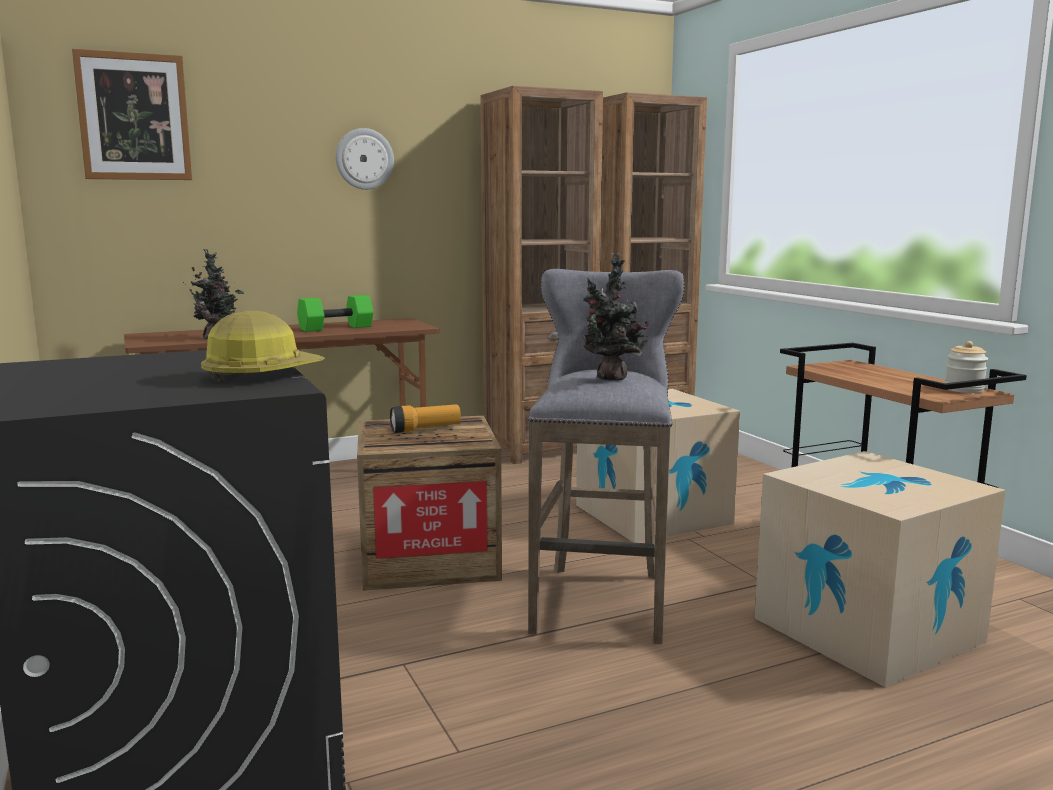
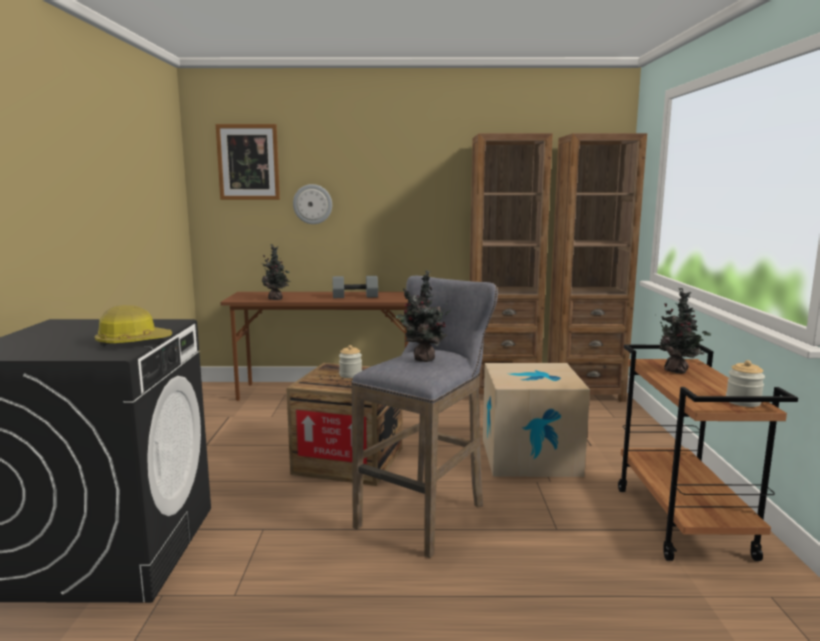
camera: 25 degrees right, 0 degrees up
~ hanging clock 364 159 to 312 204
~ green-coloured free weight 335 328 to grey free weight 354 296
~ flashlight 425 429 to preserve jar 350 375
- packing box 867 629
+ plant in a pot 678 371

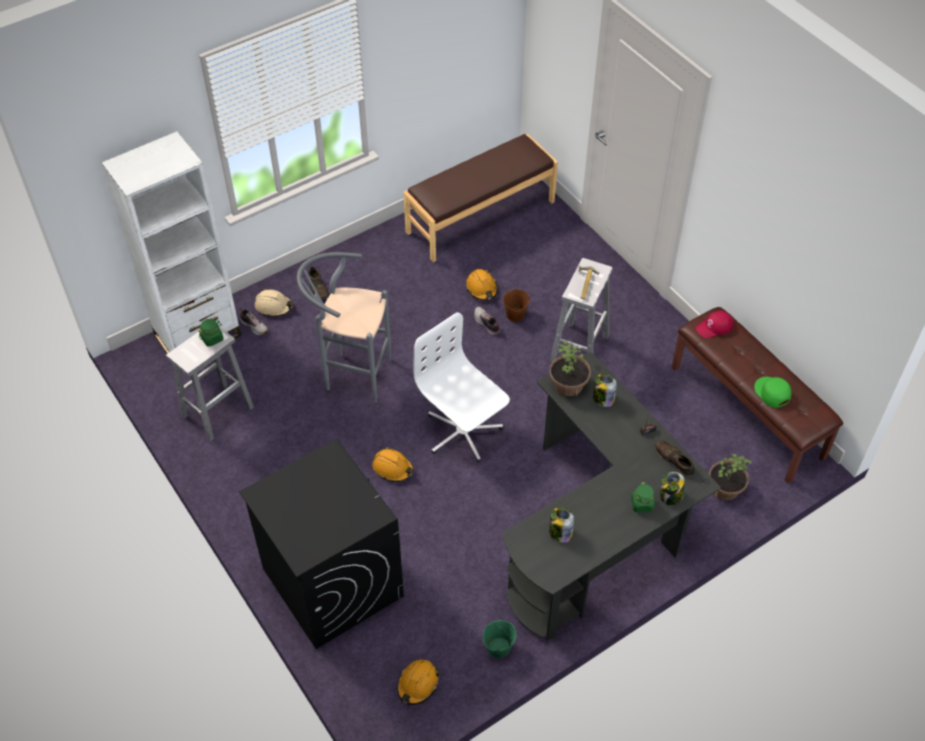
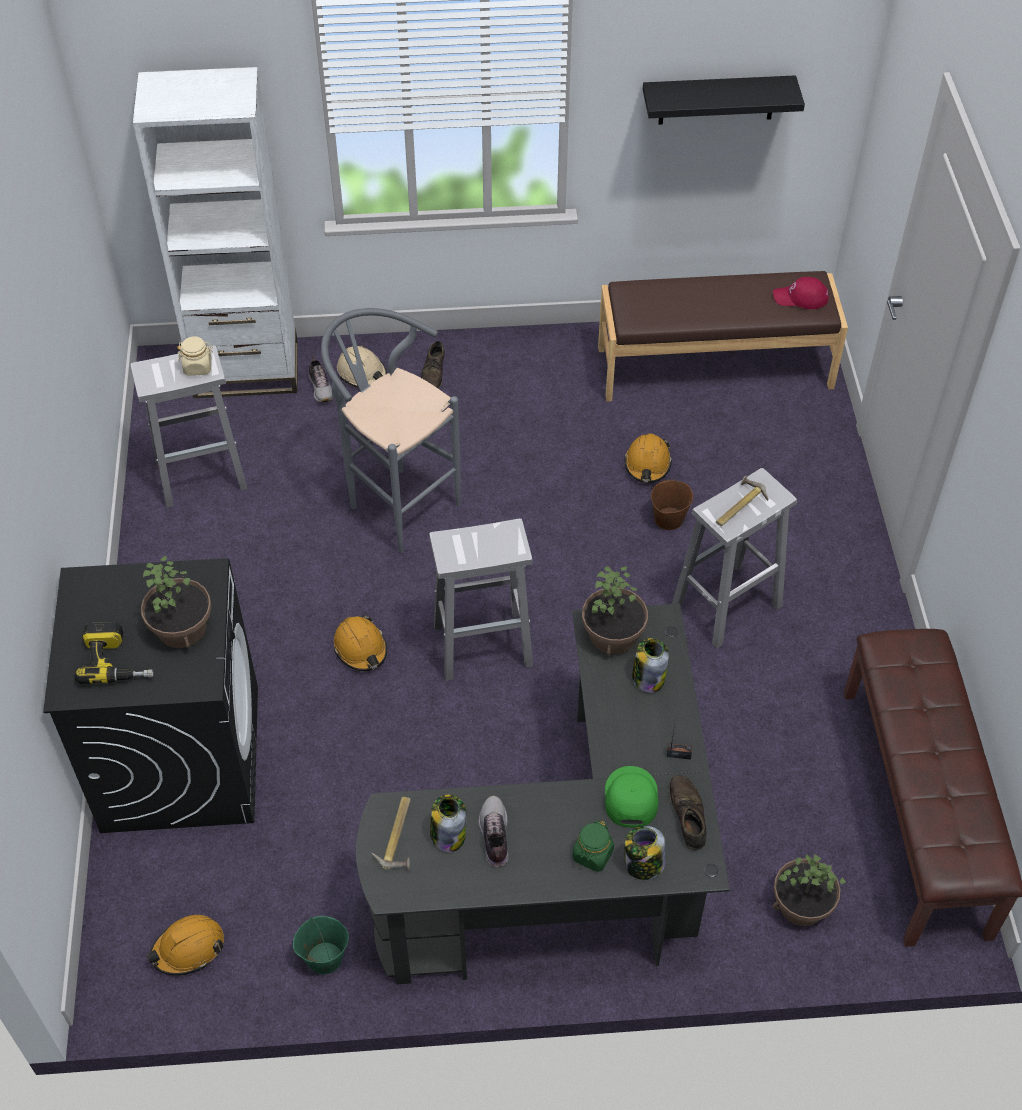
camera: 30 degrees right, 0 degrees up
~ item of footwear 486 324 to 494 836
~ reddish baseball cap 714 327 to 800 298
~ whitish computer chair 462 432 to whitish stool seat 484 644
~ green-coloured preserve jar 212 338 to beige-coloured preserve jar 198 367
~ green-coloured baseball cap 771 393 to 630 798
+ black bracket shelf 717 100
+ plant in a pot 182 628
+ power drill 118 660
+ hammer 400 836

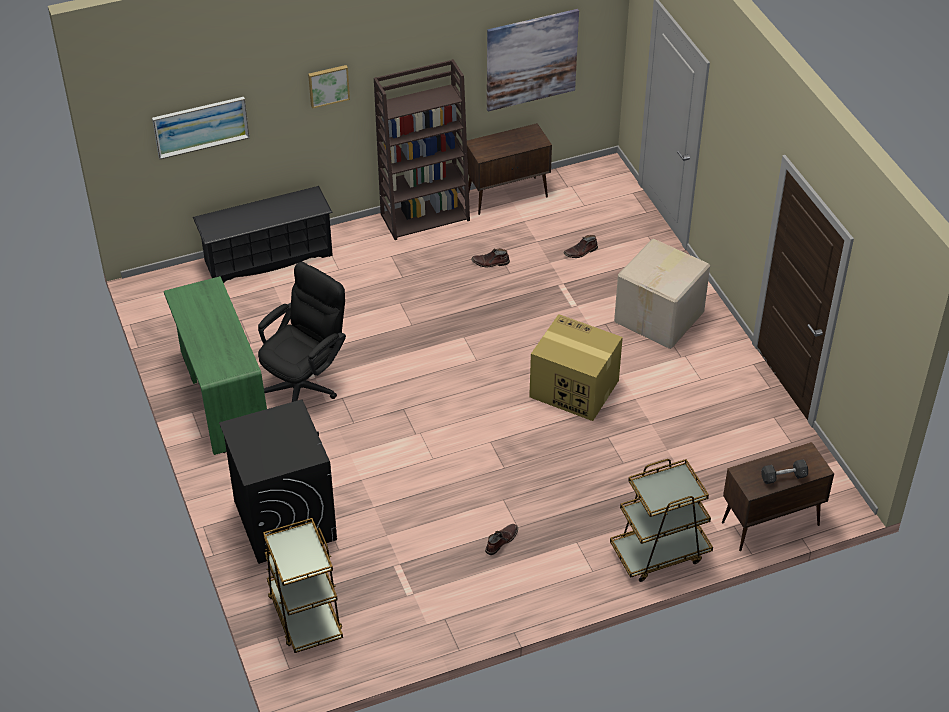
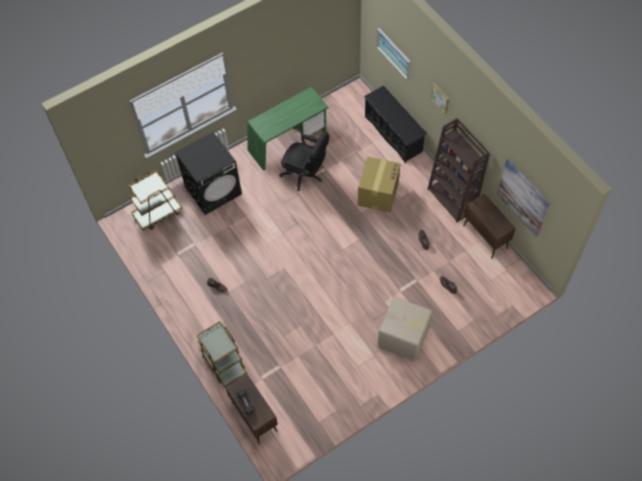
camera: 80 degrees right, 15 degrees up
~ packing box 573 388 to 378 193

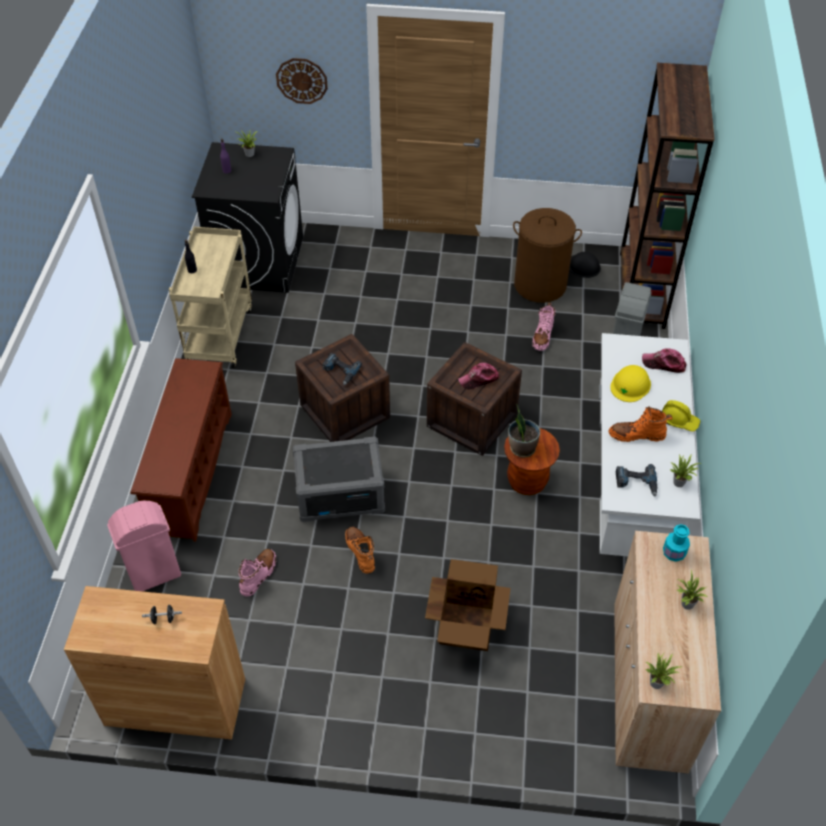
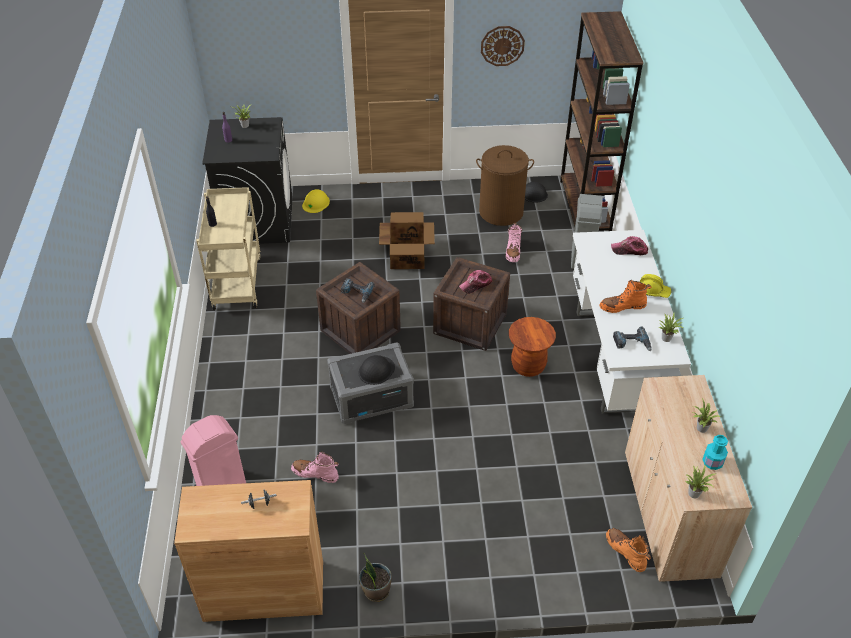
camera: 10 degrees left, 5 degrees down
~ hanging clock 302 80 to 502 45
- brown-coloured shoe rack 190 472
~ yellow-coloured hard hat 630 385 to 316 203
~ plant in a pot 522 448 to 376 591
~ blue-green drink bottle 674 553 to 712 462
~ orangey high-top boot 360 552 to 626 552
~ pink high-top boot 258 575 = 315 473 90 degrees counterclockwise
~ packing box 467 625 to 407 257
+ black hard hat 376 370

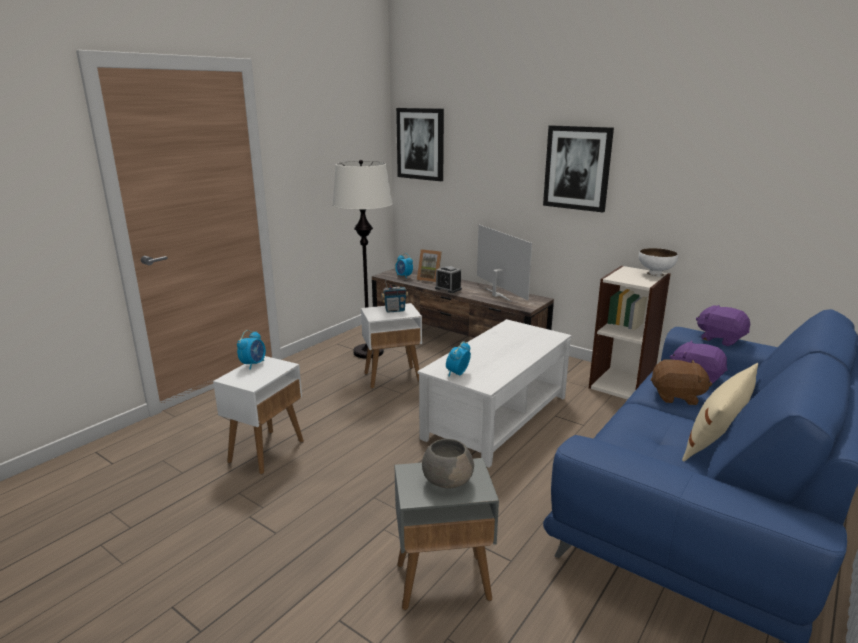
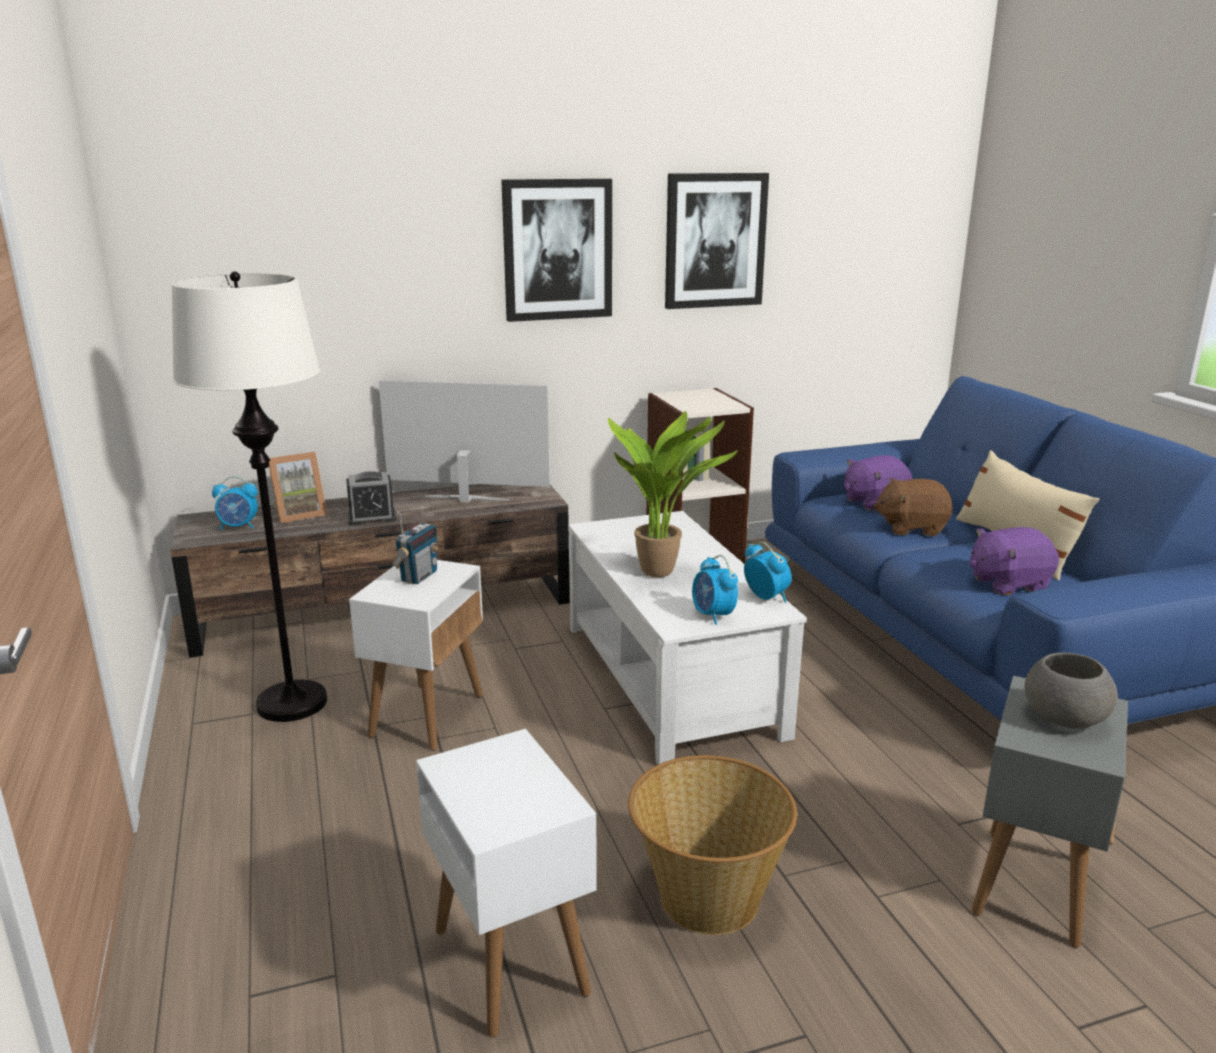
camera: 55 degrees left, 0 degrees up
~ wall picture 420 144 to 714 241
- whitish deep dish 655 274
~ purple soft toy 720 339 to 1007 584
~ bedside clock 253 364 to 766 597
~ brown-coloured soft toy 677 397 = 911 528 135 degrees counterclockwise
+ plant in a pot 662 571
+ household basket 707 898

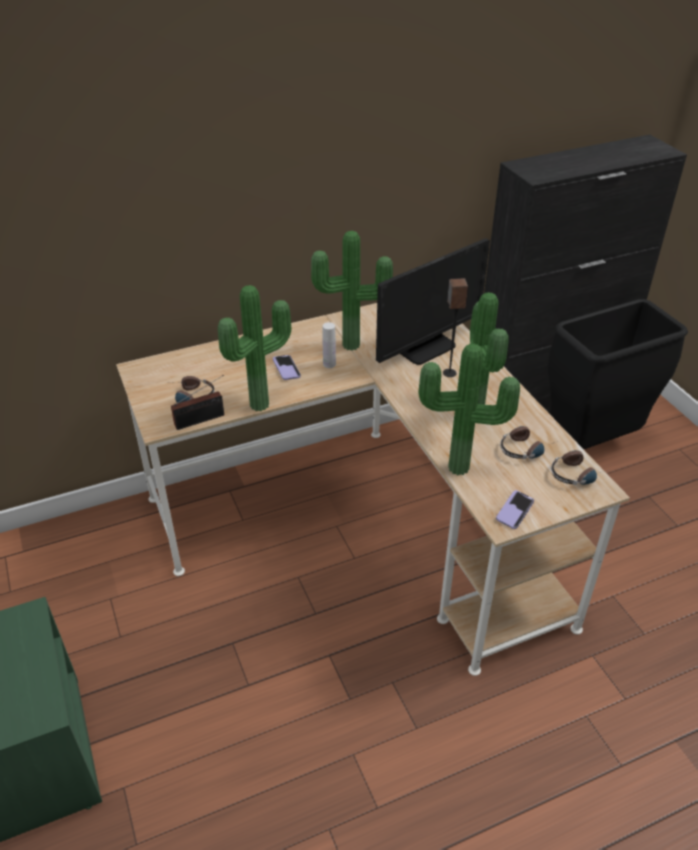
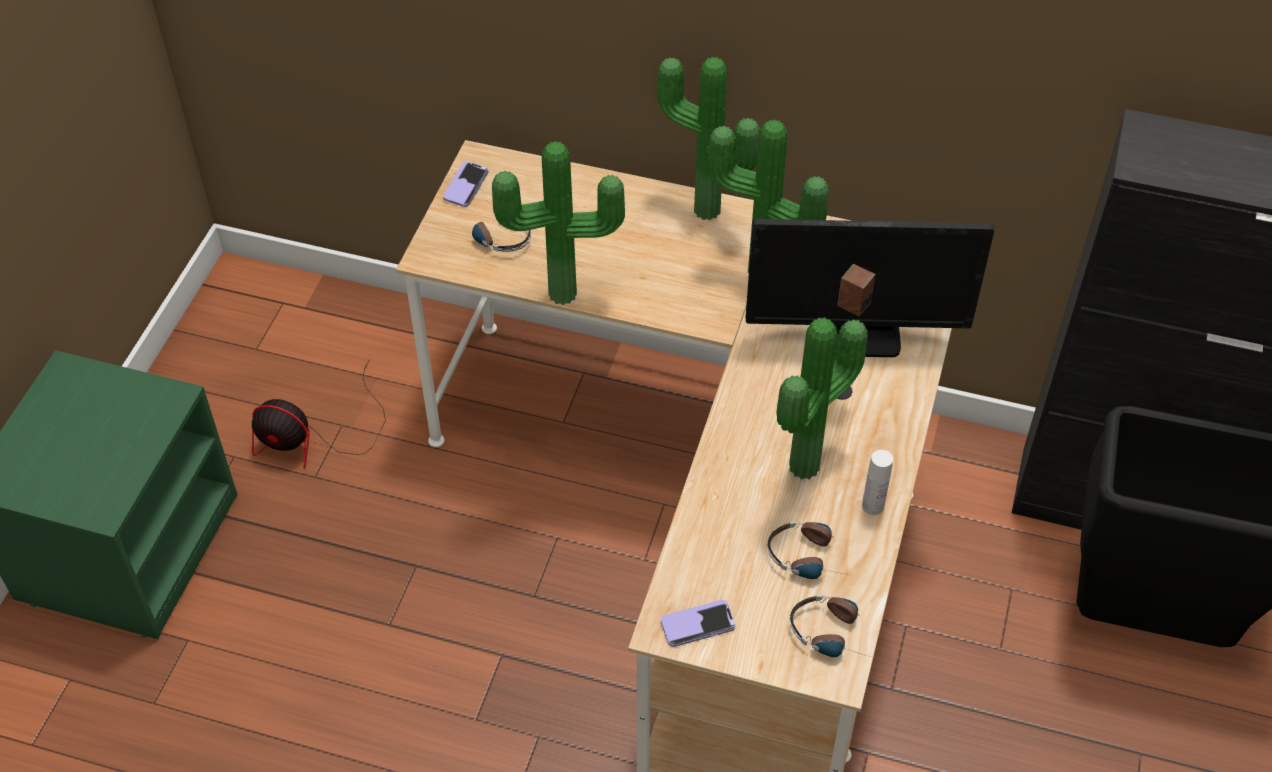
camera: 40 degrees right, 10 degrees up
~ whitish drink bottle 329 364 to 873 506
~ plant in a pot 459 471 to 704 213
~ telephone 286 368 to 466 185
- radio 202 419
+ cooling fan 314 438

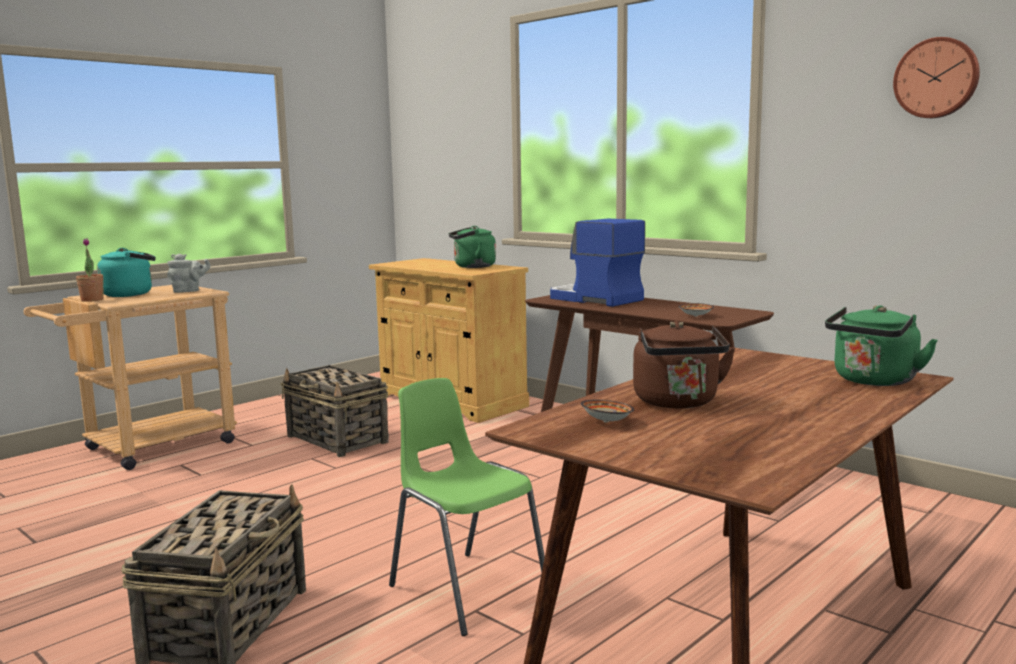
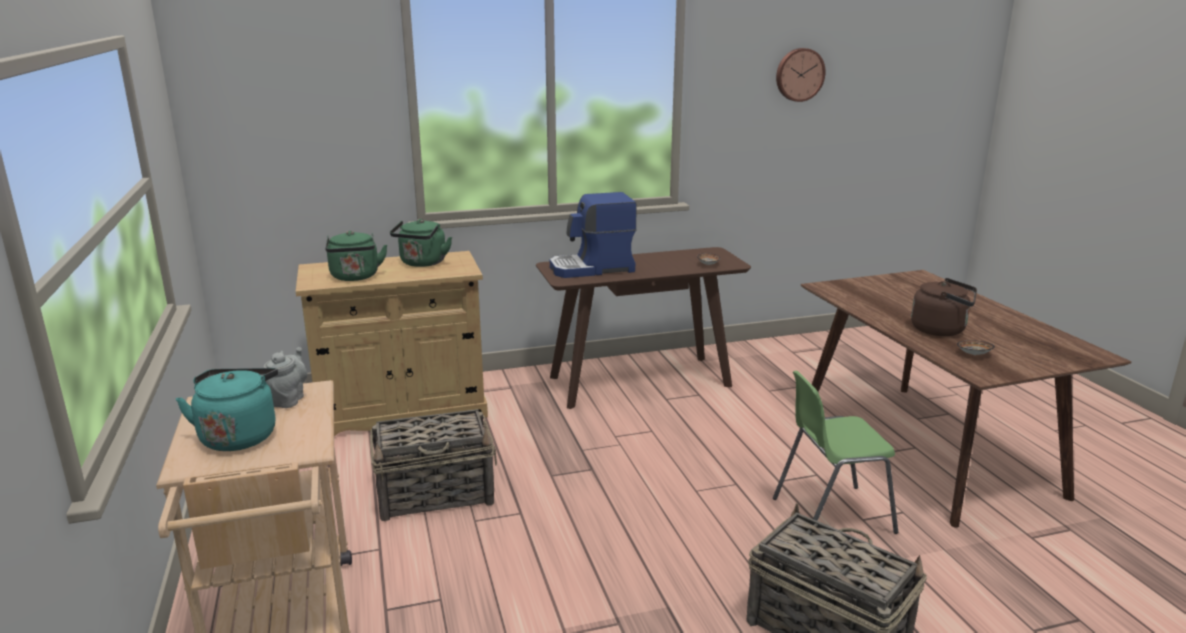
camera: 60 degrees left, 10 degrees up
- plant in a pot 92 300
~ green-coloured kettle 873 381 to 355 277

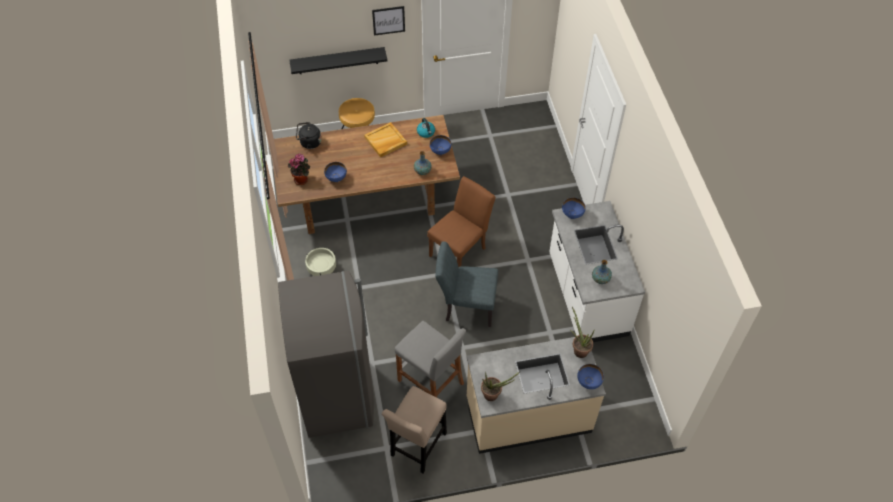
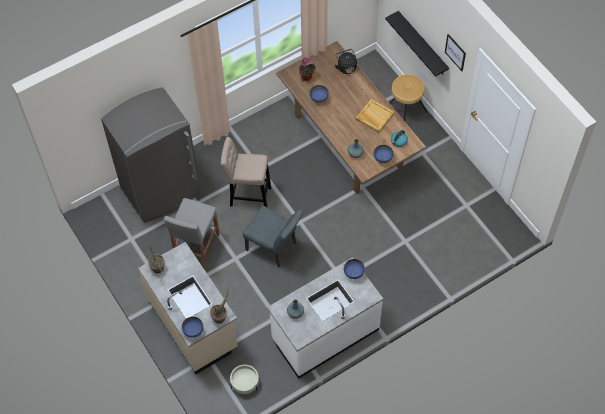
camera: 70 degrees right, 5 degrees up
- brown-coloured plain chair 460 249
~ grey plain chair 465 306 = 274 248 135 degrees clockwise
~ beige-coloured flower pot 322 268 to 245 383
~ beige-coloured stool seat 417 447 to 248 195

